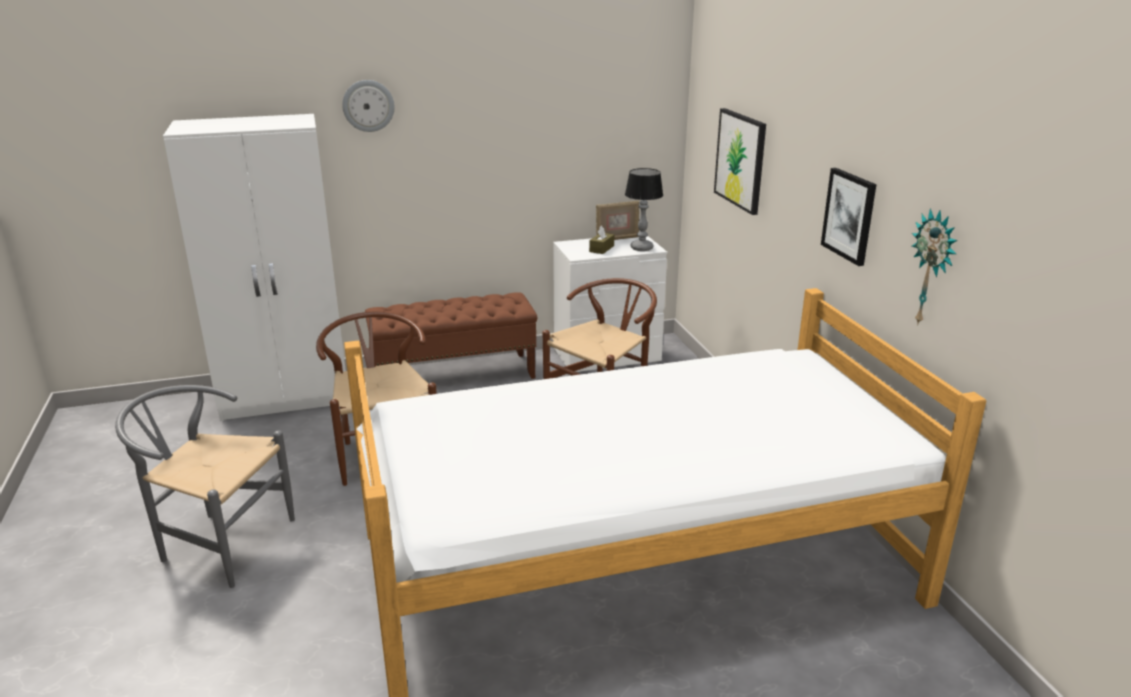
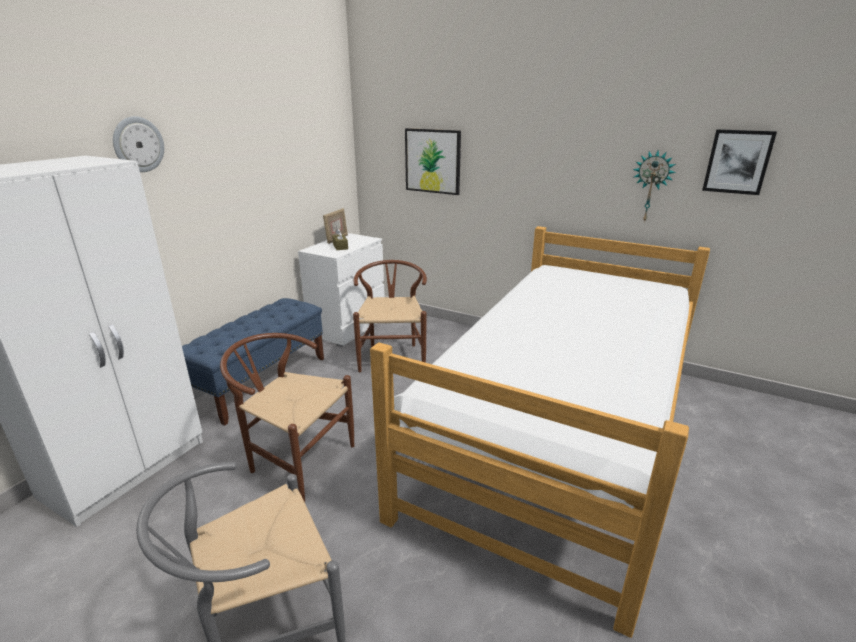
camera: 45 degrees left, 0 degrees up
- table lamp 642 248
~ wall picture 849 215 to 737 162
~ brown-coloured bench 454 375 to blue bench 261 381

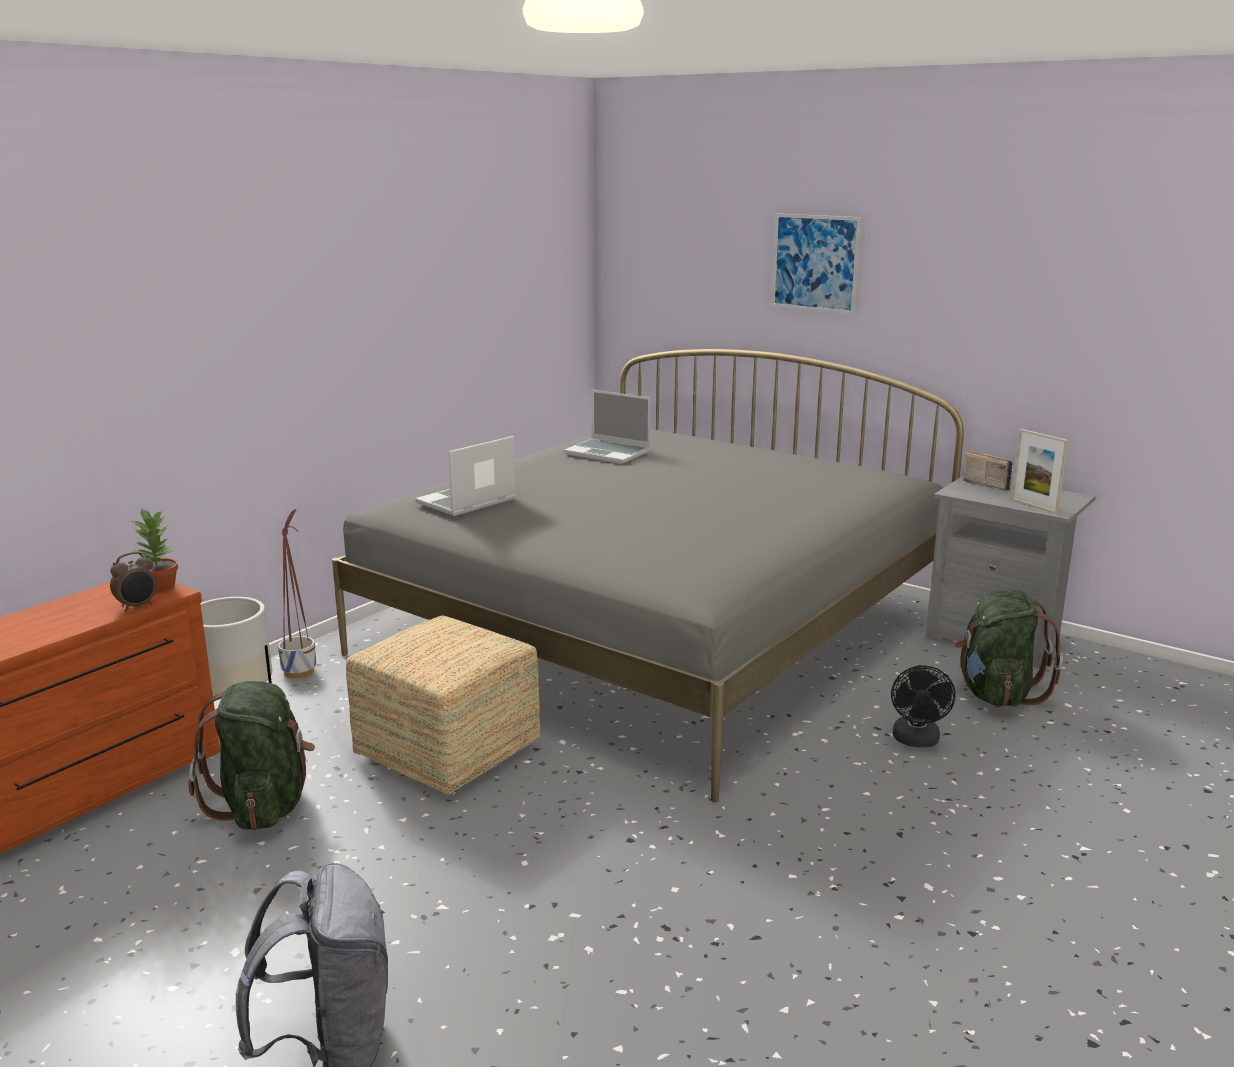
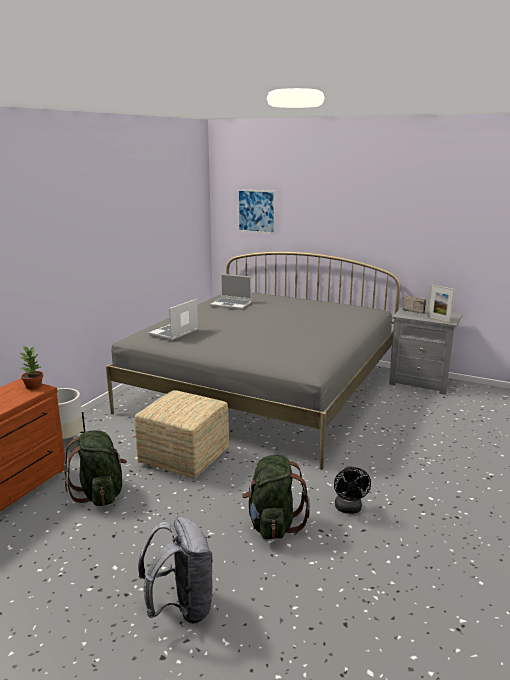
camera: 10 degrees left, 0 degrees up
~ wall picture 815 263 to 256 211
- flower pot 299 672
- bedside clock 137 606
~ green-coloured knapsack 996 694 to 273 524
~ black cooling fan 916 741 to 349 509

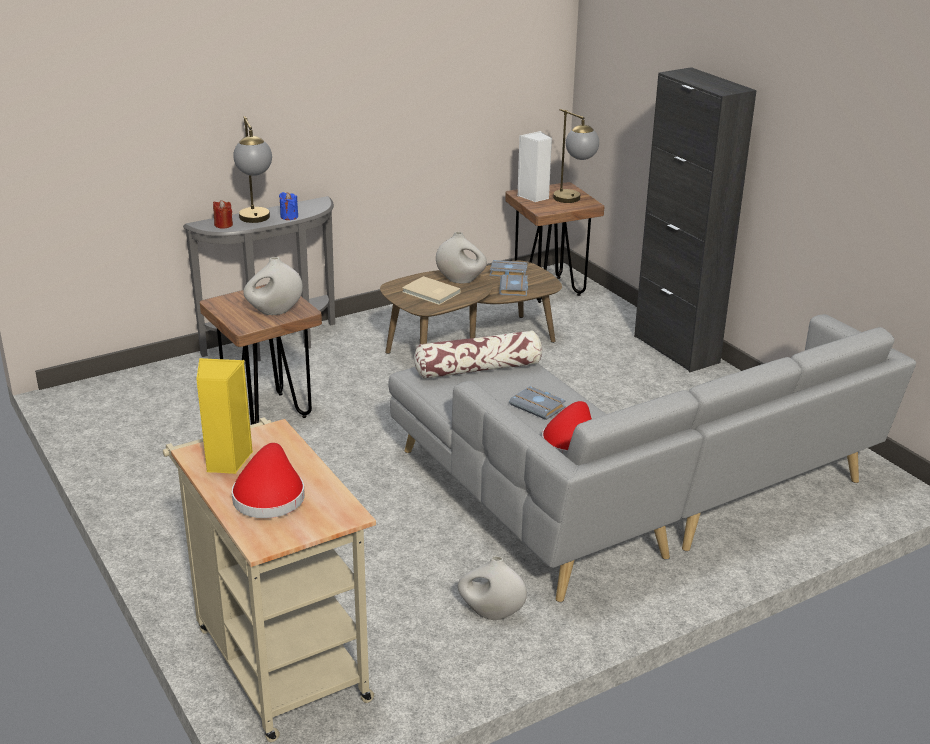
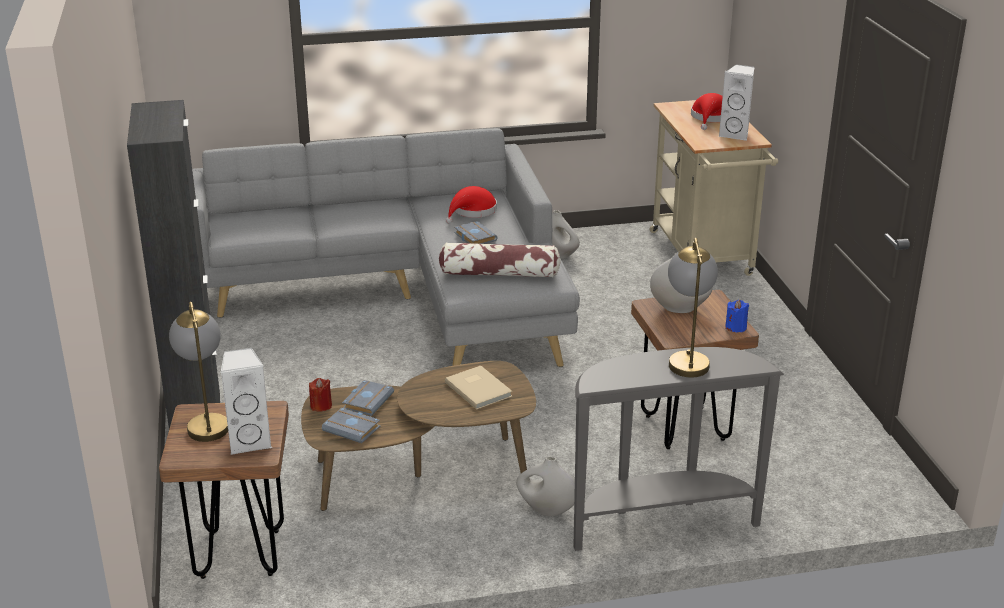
camera: 160 degrees left, 0 degrees up
~ blue wax light 289 217 to 736 327
~ reddish wax light 223 225 to 321 406
~ whitish flower vase 461 280 to 546 510
~ yellow-coloured audio speaker 226 461 to whitish audio speaker 736 134

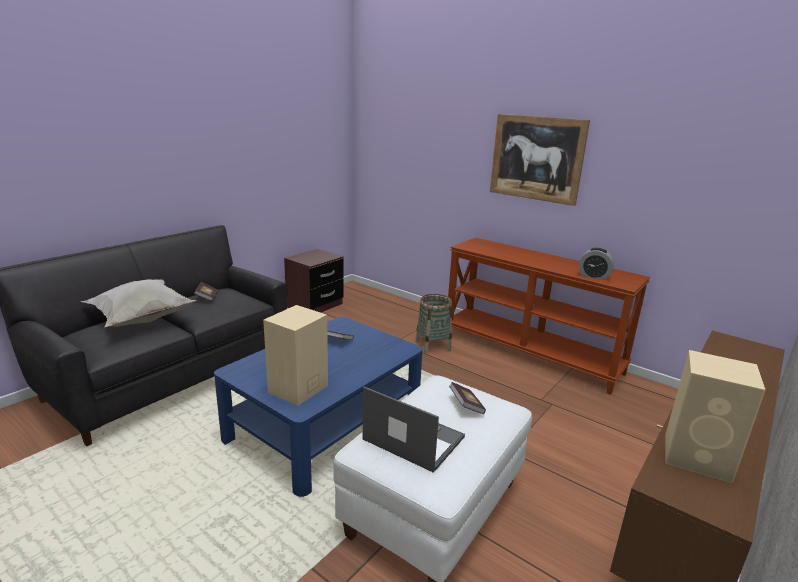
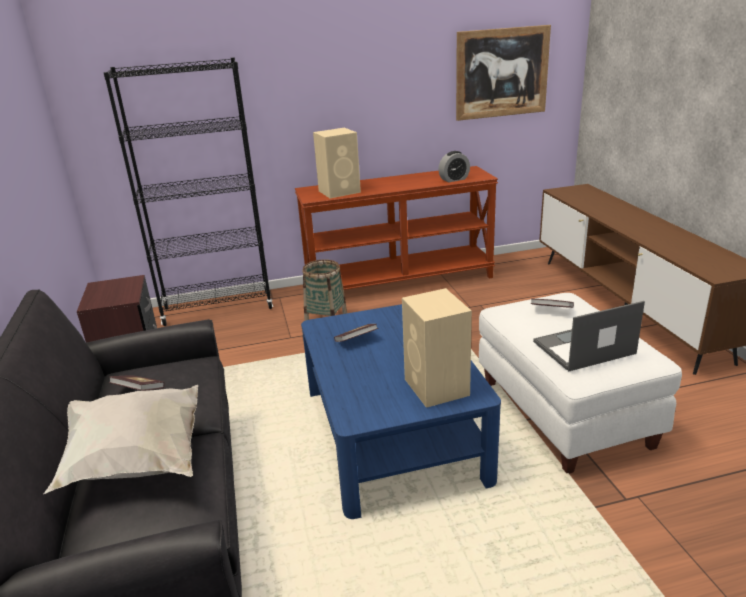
camera: 50 degrees left, 5 degrees up
~ wall picture 536 158 to 502 73
~ beige-coloured audio speaker 699 458 to 340 191
+ black shelving unit 218 308

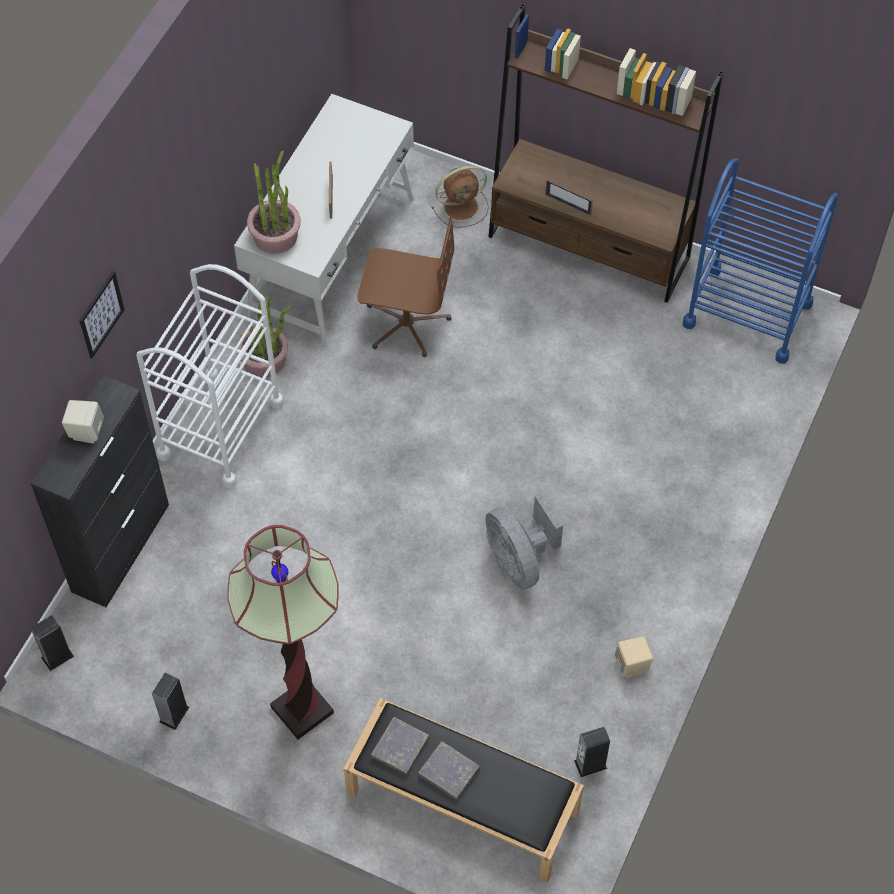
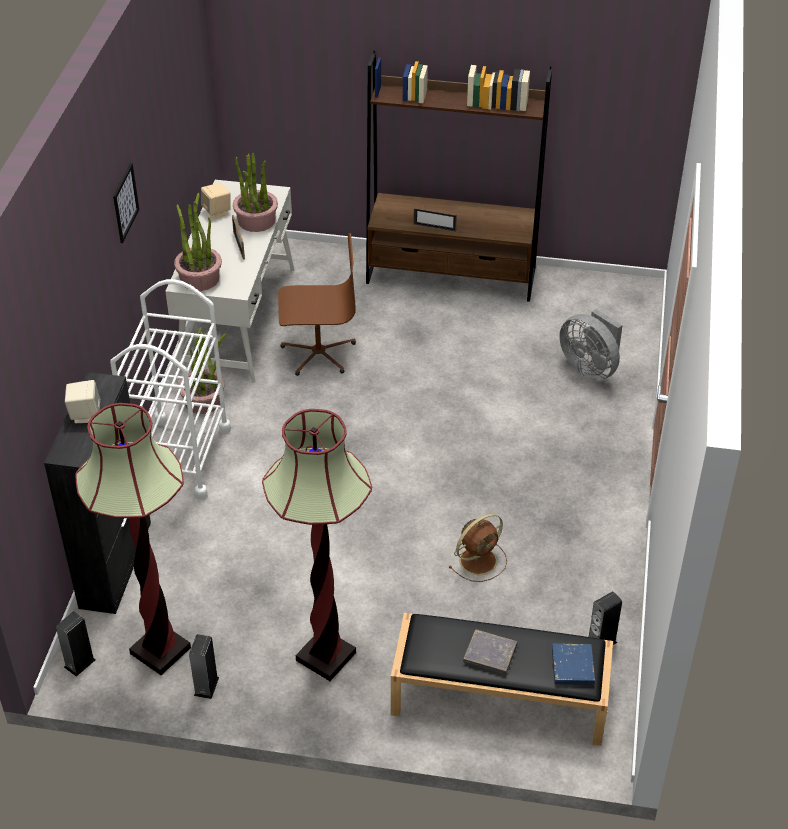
camera: 15 degrees left, 15 degrees down
- blue trolley 747 314
~ brown-coloured cooling fan 462 206 to 479 560
~ wall picture 101 314 to 125 203
~ grey cooling fan 519 560 to 590 368
~ beige-coloured audio speaker 632 664 to 217 212
- grey bound book 400 747
+ plant in a pot 256 221
+ floor lamp 160 650
+ blue bound book 572 666

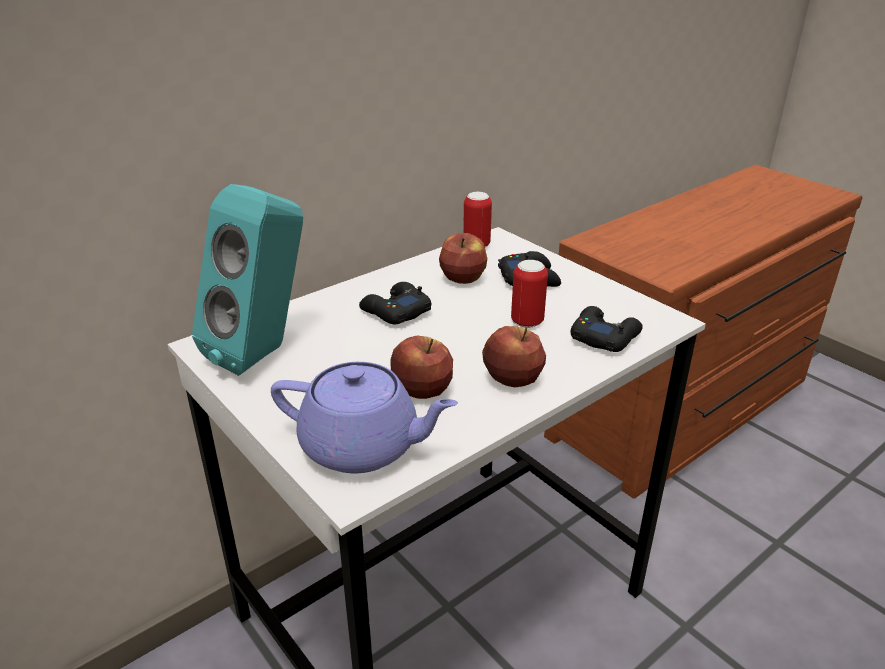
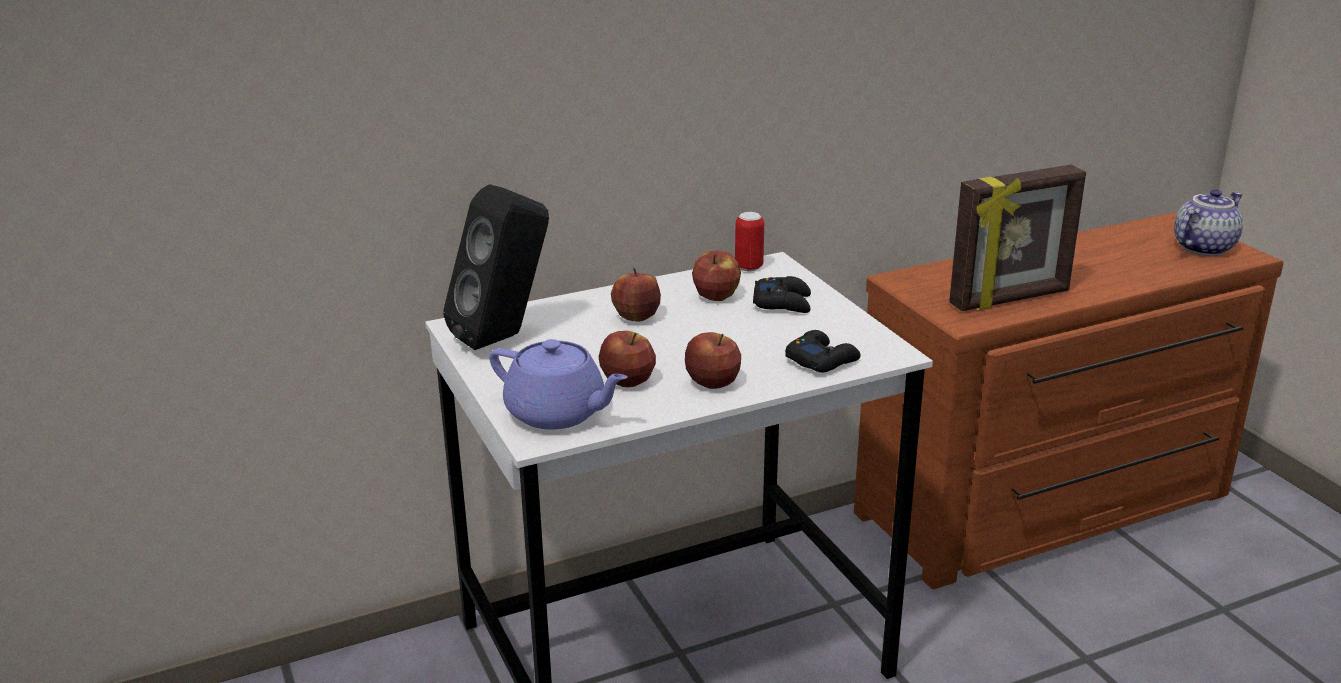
camera: 15 degrees right, 5 degrees down
~ blue-green audio speaker 265 352 to black audio speaker 505 337
- sealed can 527 322
~ black gamepad 395 311 to whole apple 636 317
+ standing frame 1010 299
+ teapot 1202 247

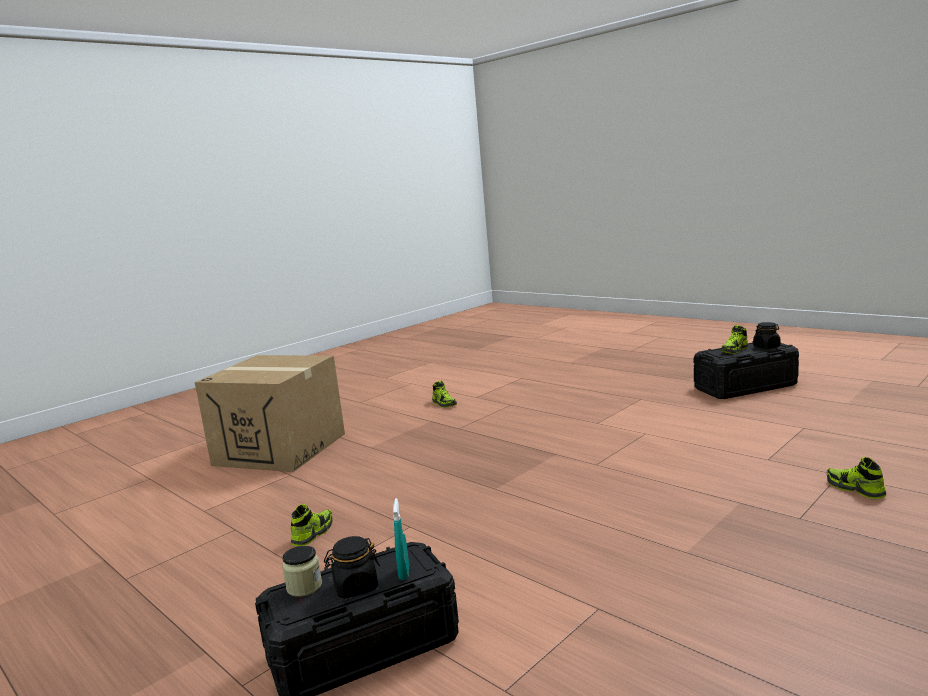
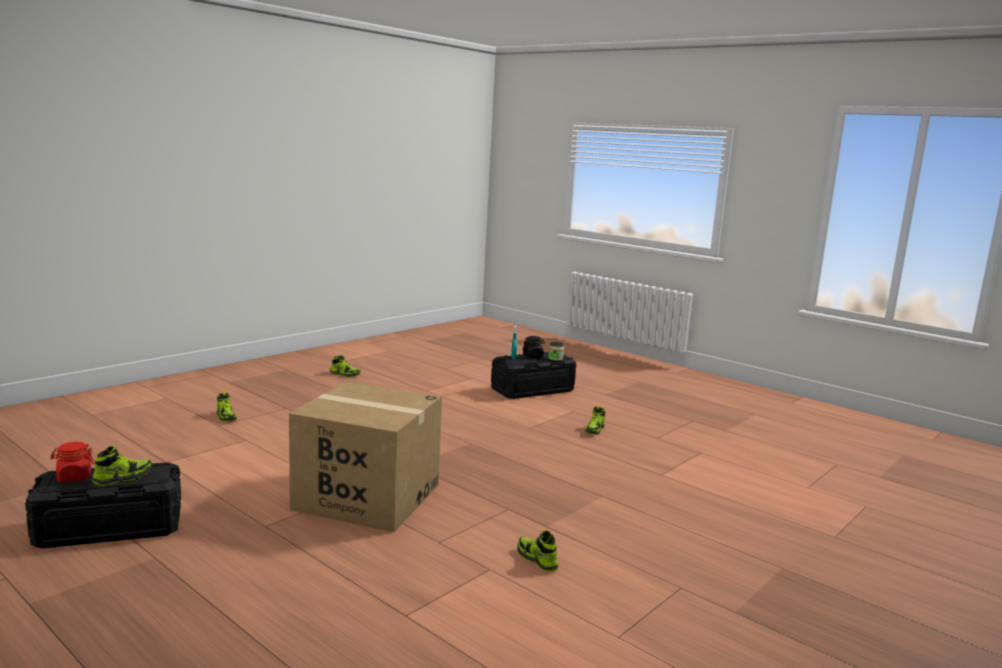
camera: 175 degrees right, 0 degrees up
~ black preserve jar 766 347 to reddish preserve jar 74 477
~ packing box 281 449 to 367 497
+ item of footwear 345 374

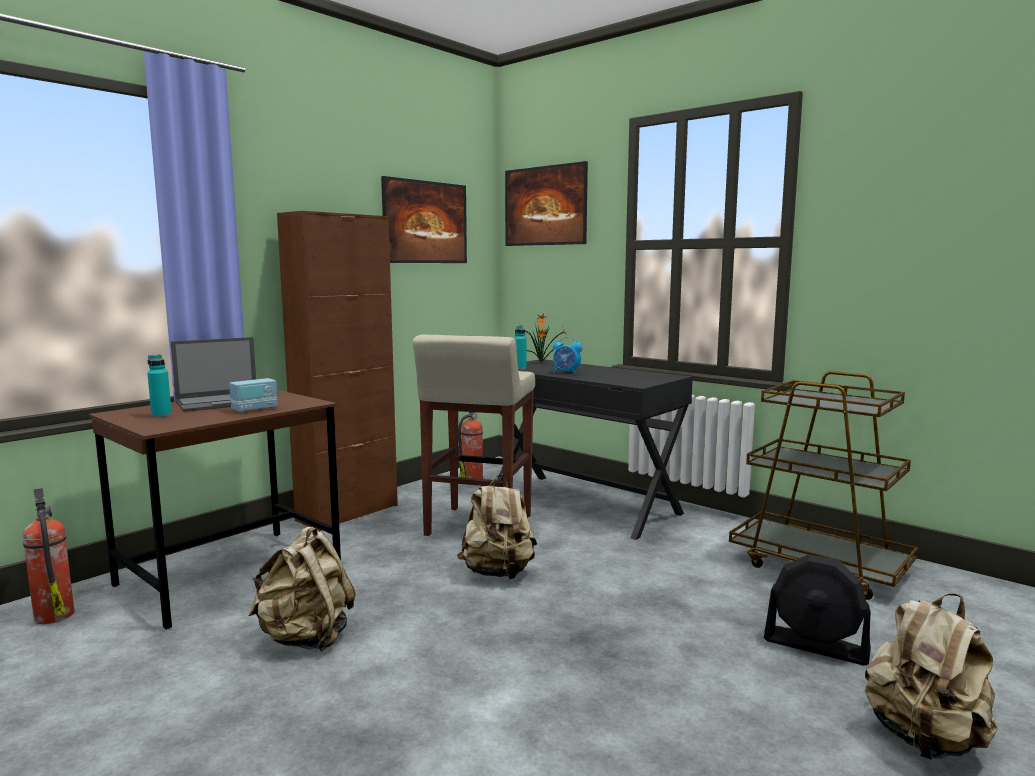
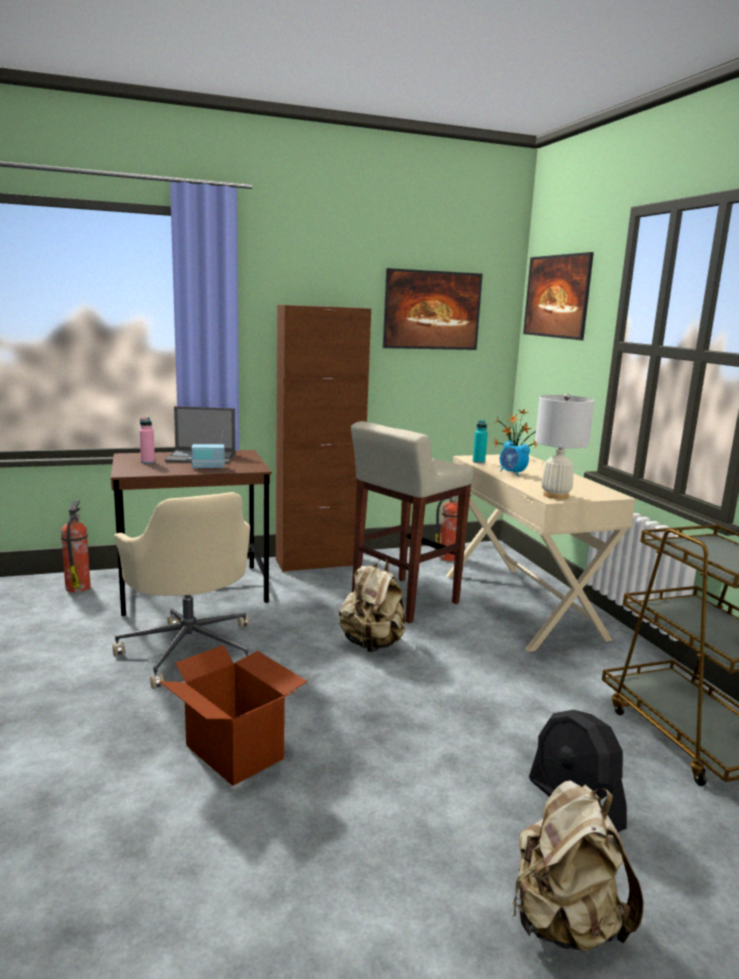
camera: 30 degrees right, 5 degrees up
~ blue-green drink bottle 161 415 to pink drink bottle 148 462
~ black desk 584 504 to beige-coloured desk 522 605
~ beige-coloured knapsack 306 638 to beige-coloured computer chair 190 649
+ whitish table lamp 555 495
+ packing box 235 751

